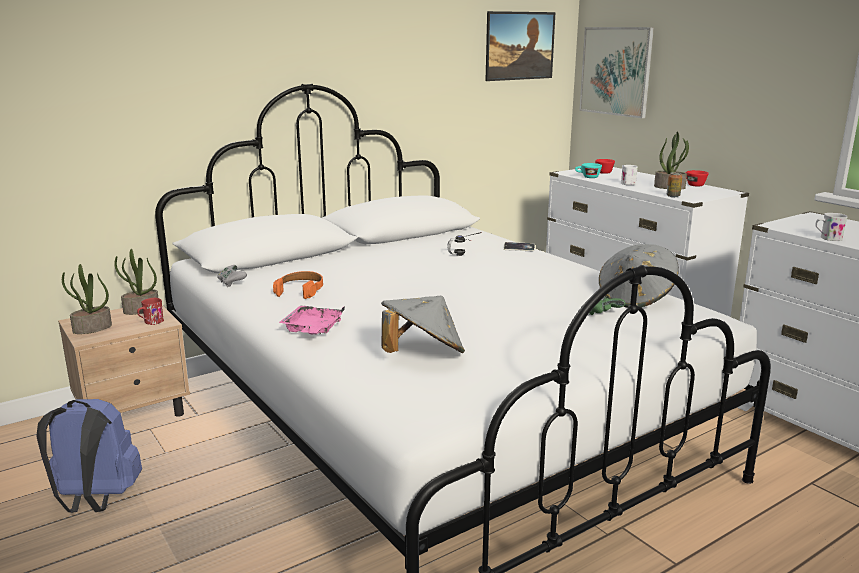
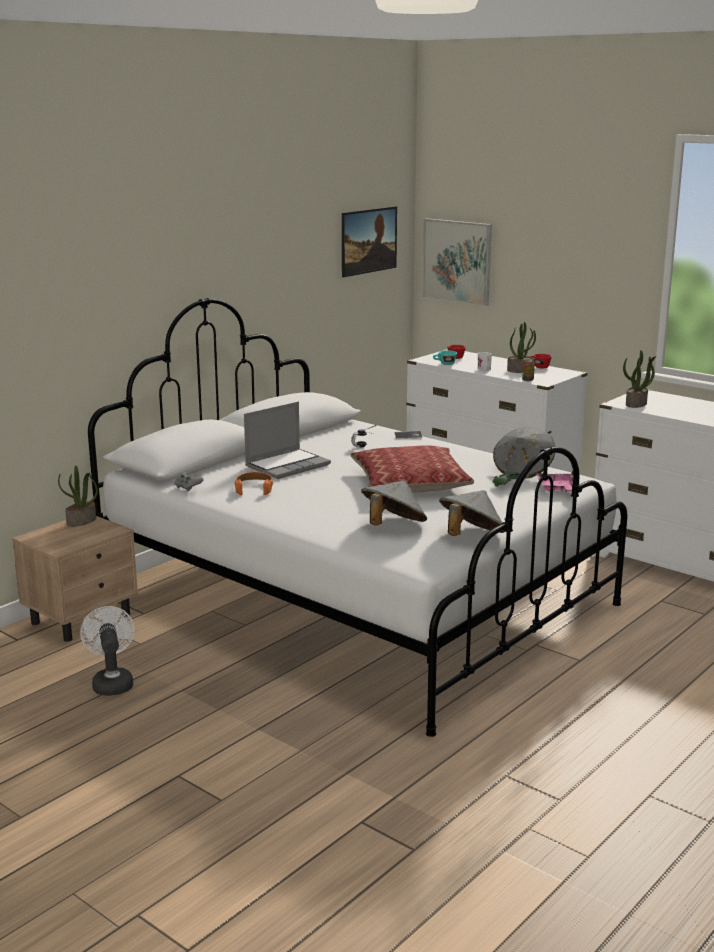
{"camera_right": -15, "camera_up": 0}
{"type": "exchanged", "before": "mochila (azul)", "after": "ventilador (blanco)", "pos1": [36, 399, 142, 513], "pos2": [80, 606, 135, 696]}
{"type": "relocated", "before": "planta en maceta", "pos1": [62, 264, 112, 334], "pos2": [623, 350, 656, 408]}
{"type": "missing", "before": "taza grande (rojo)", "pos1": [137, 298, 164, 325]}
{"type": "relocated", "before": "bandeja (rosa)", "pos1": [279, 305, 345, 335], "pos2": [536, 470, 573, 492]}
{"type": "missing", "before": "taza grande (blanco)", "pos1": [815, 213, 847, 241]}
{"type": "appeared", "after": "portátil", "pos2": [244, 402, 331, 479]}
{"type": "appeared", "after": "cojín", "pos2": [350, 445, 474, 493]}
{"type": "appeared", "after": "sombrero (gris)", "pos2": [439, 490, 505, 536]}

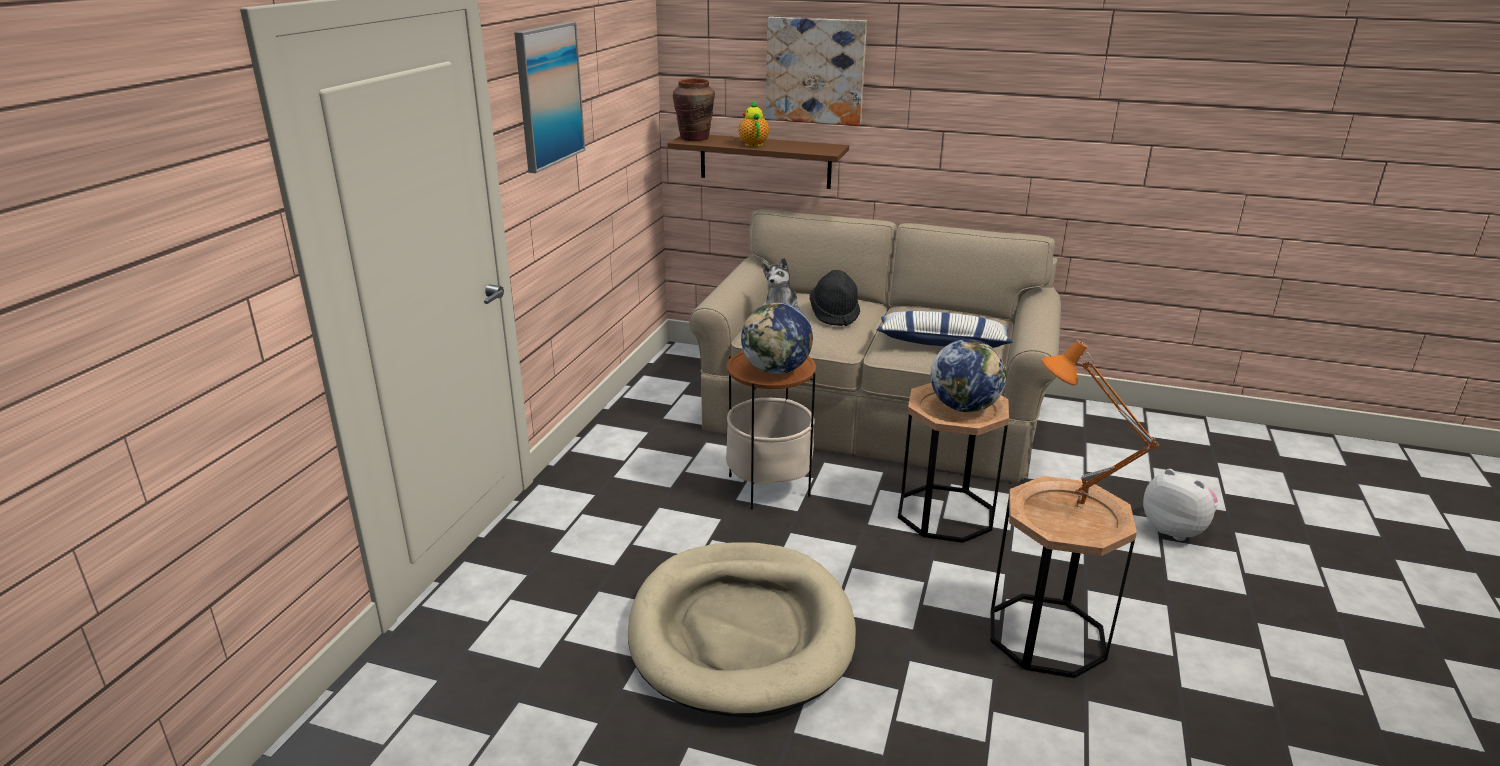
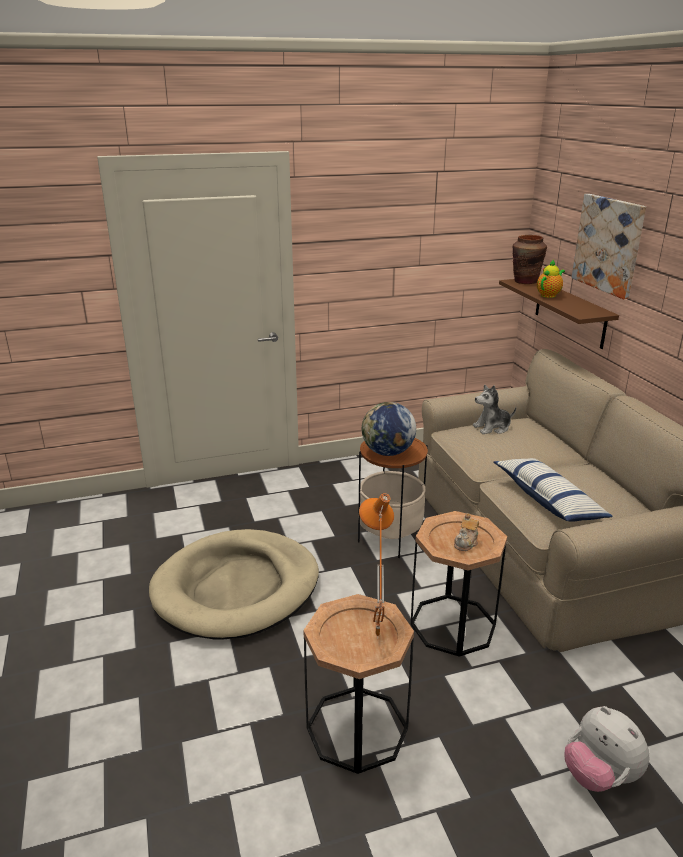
{"camera_right": 55, "camera_up": 0}
{"type": "missing", "before": "cuadro", "pos1": [514, 22, 585, 173]}
{"type": "missing", "before": "sombrero (negro)", "pos1": [809, 270, 860, 326]}
{"type": "exchanged", "before": "globo terráqueo", "after": "tetera", "pos1": [931, 339, 1006, 412], "pos2": [454, 513, 479, 551]}
{"type": "spun", "before": "peluche", "pos1": [1143, 469, 1218, 541], "pos2": [564, 706, 650, 792], "turn": 135}

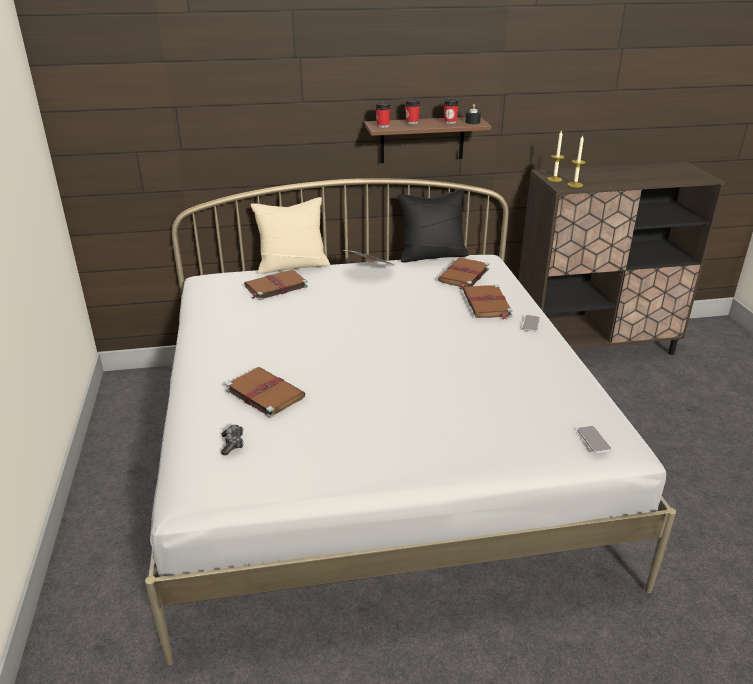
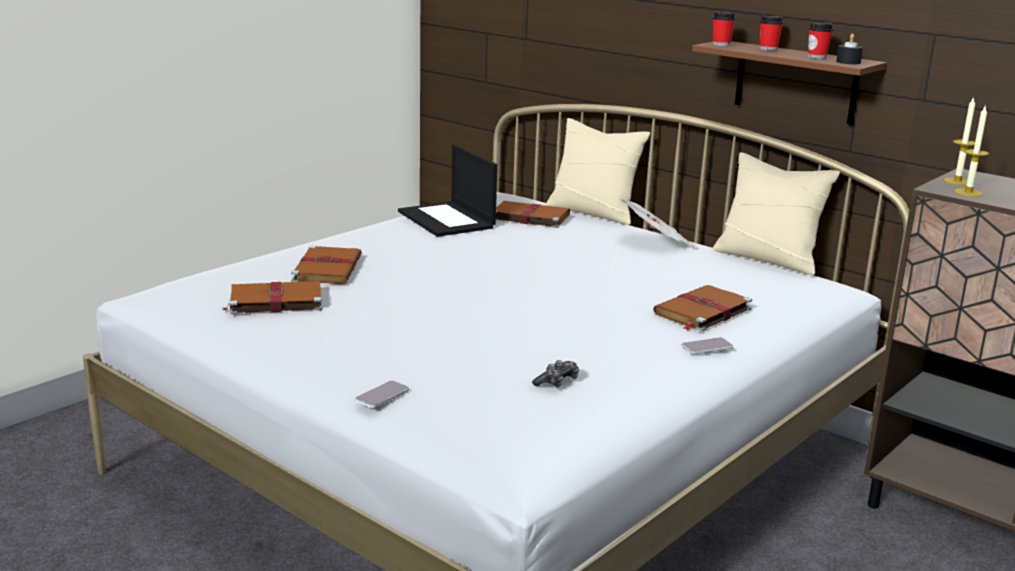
{"camera_right": 50, "camera_up": -10}
{"type": "relocated", "before": "mando de consola", "pos1": [221, 425, 243, 455], "pos2": [532, 360, 579, 388]}
{"type": "colour", "before": "cojín (negro)", "after": "cojín (beis)", "pos1": [398, 189, 469, 262], "pos2": [713, 152, 840, 275]}
{"type": "relocated", "before": "libro (marrón)", "pos1": [438, 258, 489, 290], "pos2": [223, 281, 322, 314]}
{"type": "relocated", "before": "móvil", "pos1": [577, 426, 611, 453], "pos2": [355, 381, 409, 408]}
{"type": "appeared", "after": "portátil", "pos2": [398, 144, 497, 237]}

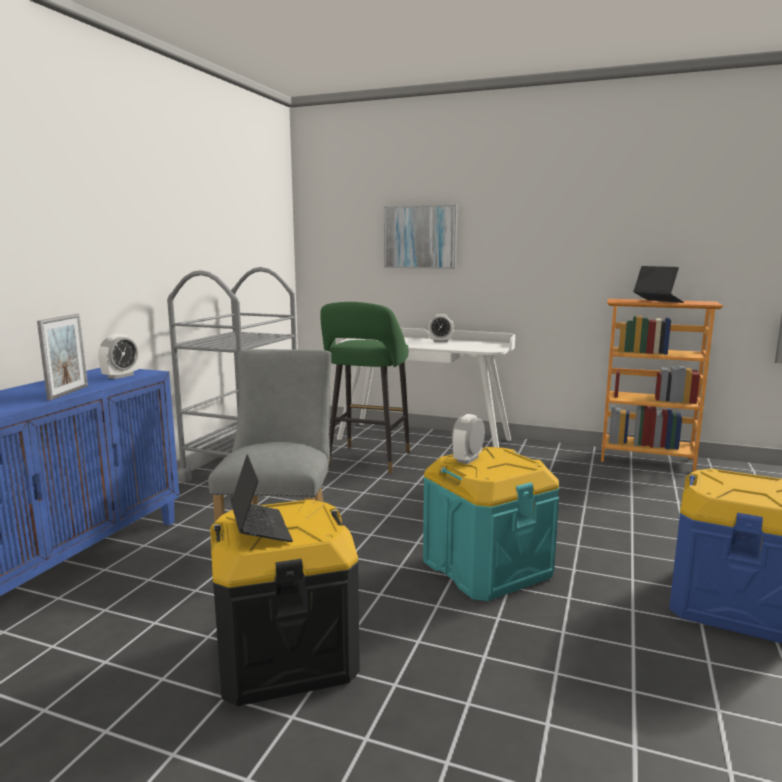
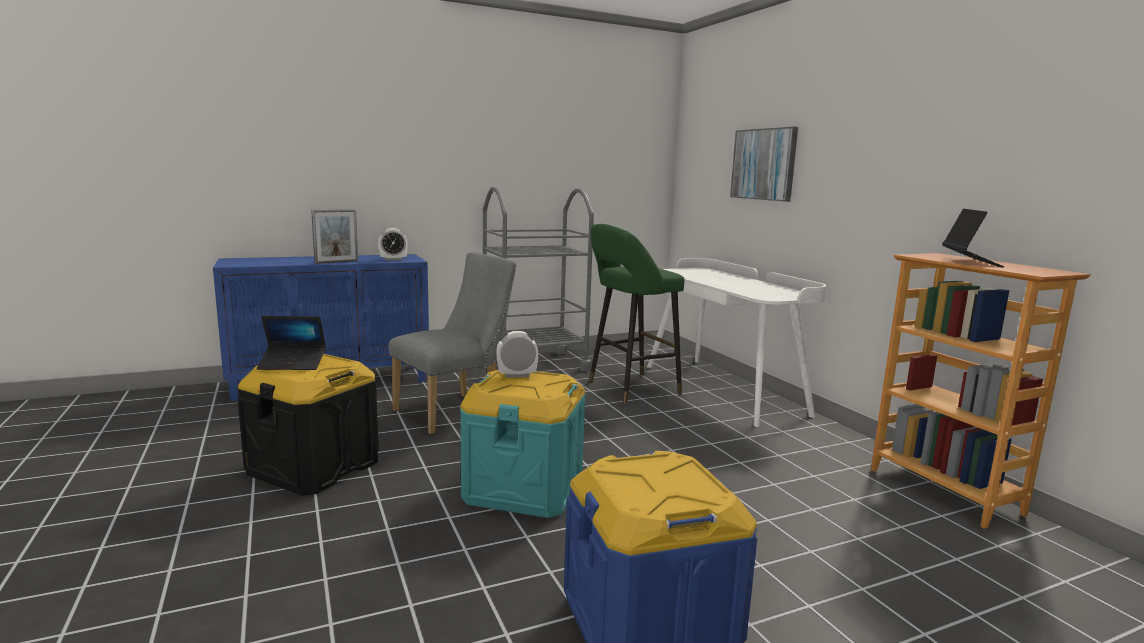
{"camera_right": 45, "camera_up": 0}
{"type": "spun", "before": "portátil", "pos1": [231, 454, 293, 542], "pos2": [257, 316, 326, 370], "turn": 60}
{"type": "missing", "before": "despertador", "pos1": [428, 314, 454, 342]}

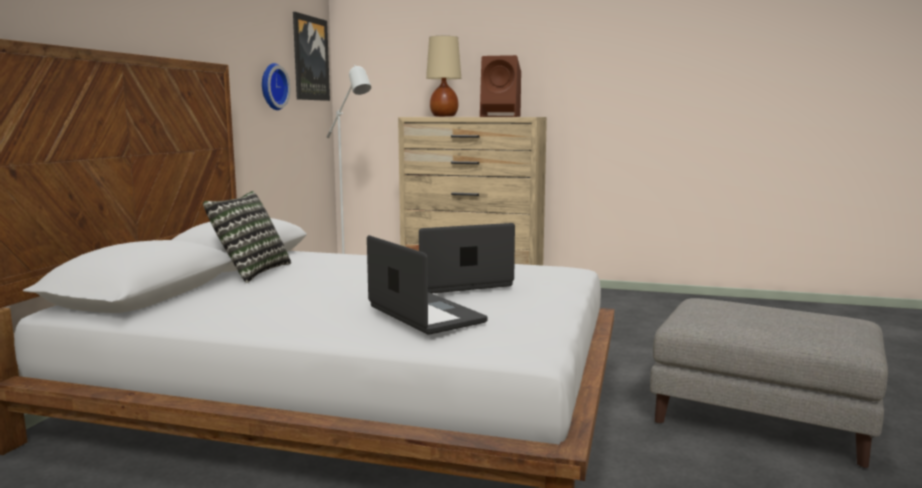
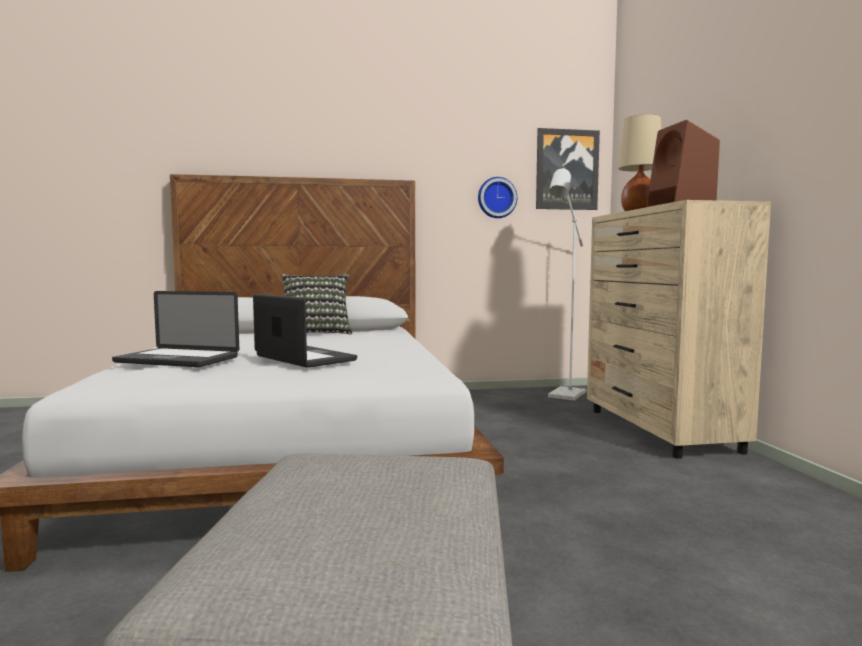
{"camera_right": 65, "camera_up": -5}
{"type": "spun", "before": "portátil", "pos1": [367, 235, 488, 335], "pos2": [112, 291, 239, 367], "turn": 75}

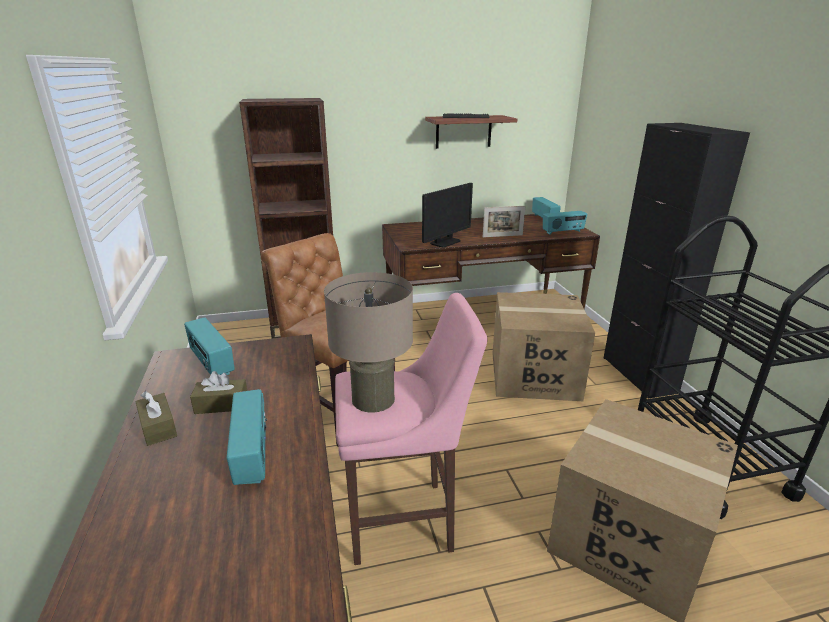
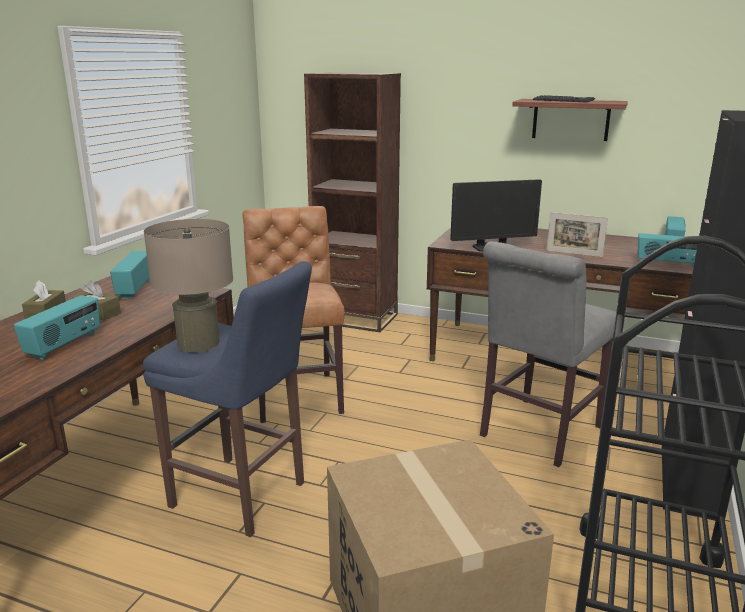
{"camera_right": 35, "camera_up": -5}
{"type": "colour", "before": "taburete (rosa)", "after": "taburete (azul)", "pos1": [335, 293, 488, 565], "pos2": [143, 261, 312, 537]}
{"type": "exchanged", "before": "caja de cartón", "after": "silla (gris)", "pos1": [492, 292, 595, 401], "pos2": [480, 241, 617, 467]}

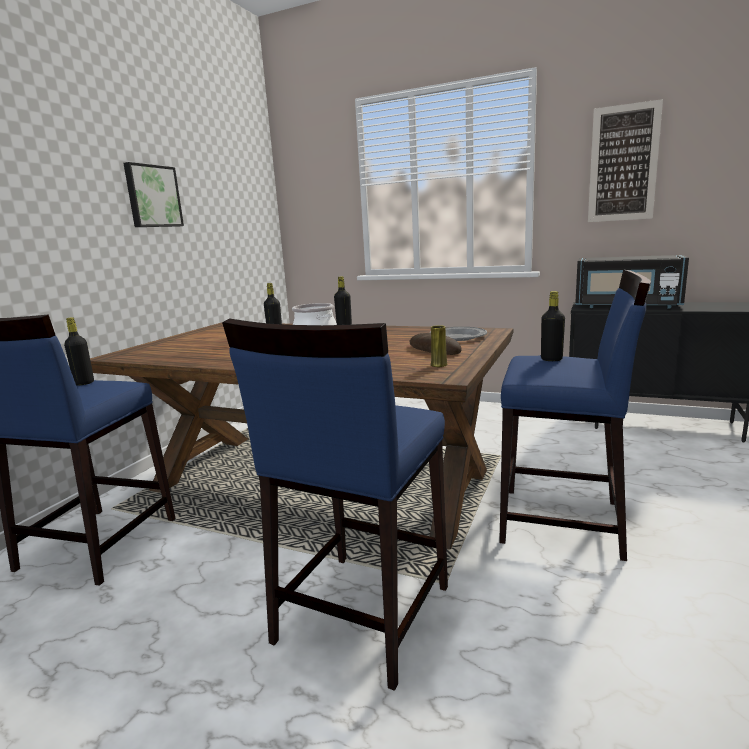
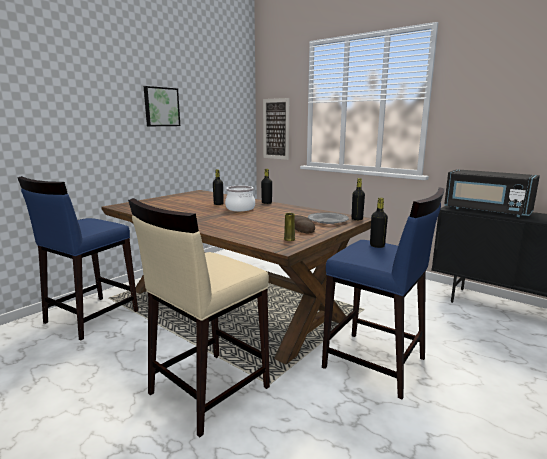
{"camera_right": 15, "camera_up": 0}
{"type": "relocated", "before": "botella (negro)", "pos1": [64, 317, 94, 385], "pos2": [352, 178, 365, 220]}
{"type": "colour", "before": "taburete (azul)", "after": "taburete (beis)", "pos1": [222, 318, 448, 691], "pos2": [128, 198, 270, 438]}
{"type": "relocated", "before": "cuadro", "pos1": [588, 99, 663, 222], "pos2": [263, 98, 289, 160]}

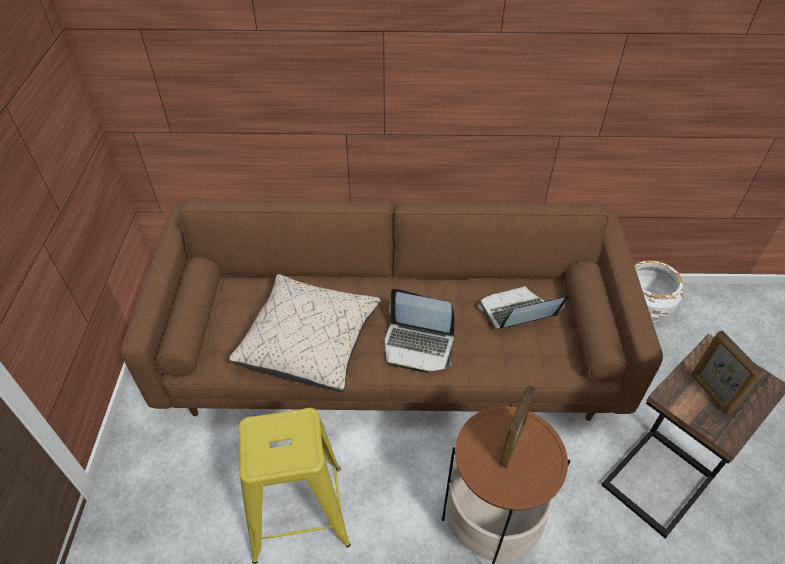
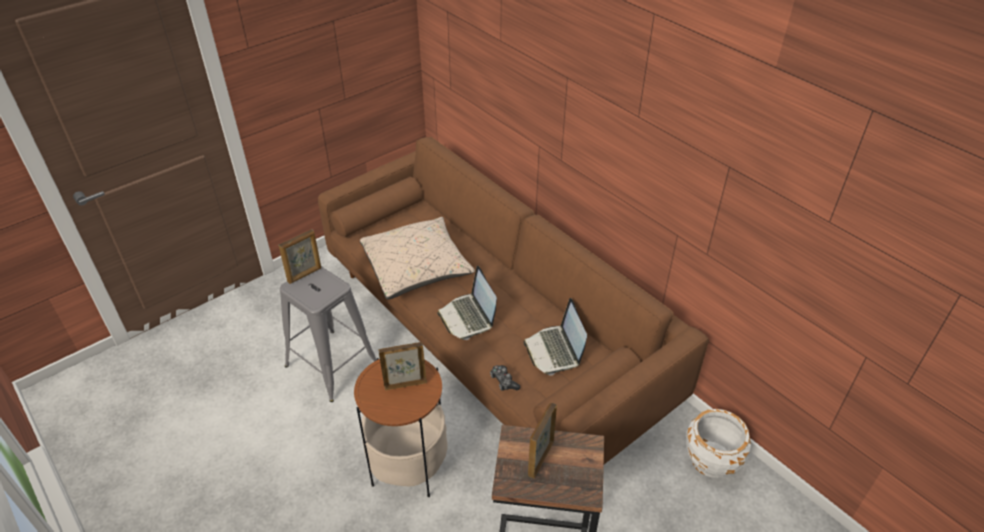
{"camera_right": 50, "camera_up": -5}
{"type": "colour", "before": "taburete (amarillo)", "after": "taburete (gris)", "pos1": [239, 408, 351, 564], "pos2": [280, 266, 377, 402]}
{"type": "spun", "before": "portátil", "pos1": [478, 286, 570, 329], "pos2": [523, 298, 587, 376], "turn": -135}
{"type": "appeared", "after": "portarretratos", "pos2": [279, 229, 321, 284]}
{"type": "appeared", "after": "mando de consola", "pos2": [490, 365, 521, 391]}

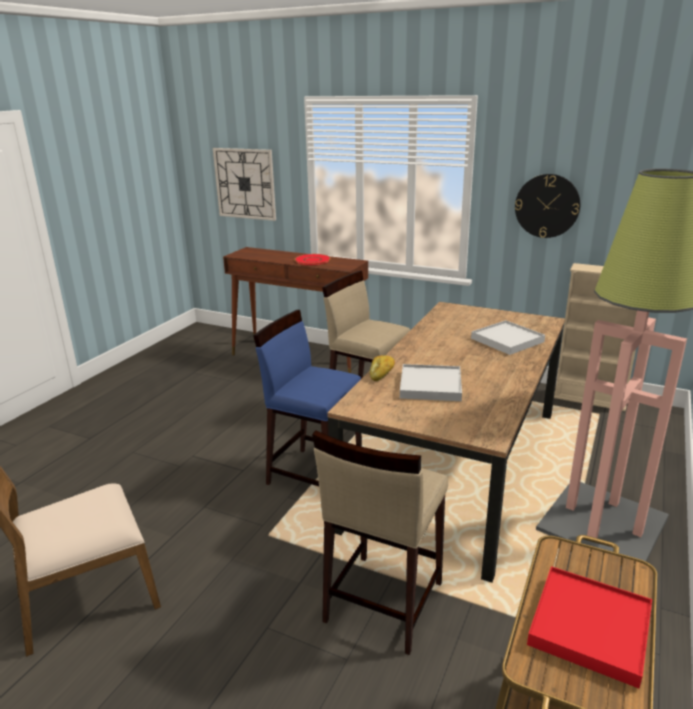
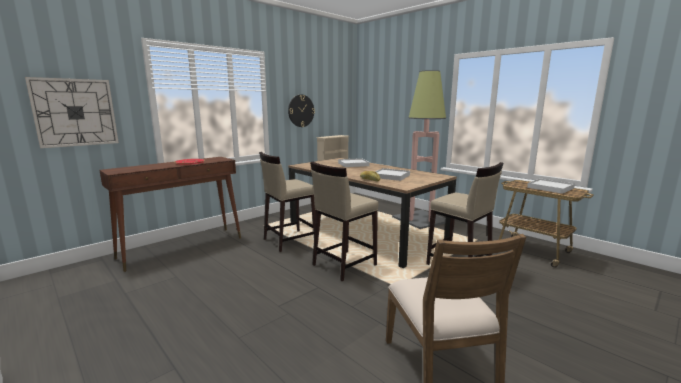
{"camera_right": -70, "camera_up": -10}
{"type": "colour", "before": "taburete (azul)", "after": "taburete (beis)", "pos1": [253, 310, 362, 486], "pos2": [310, 161, 378, 281]}
{"type": "colour", "before": "bandeja (rojo)", "after": "bandeja (blanco)", "pos1": [527, 566, 652, 688], "pos2": [527, 179, 575, 194]}

